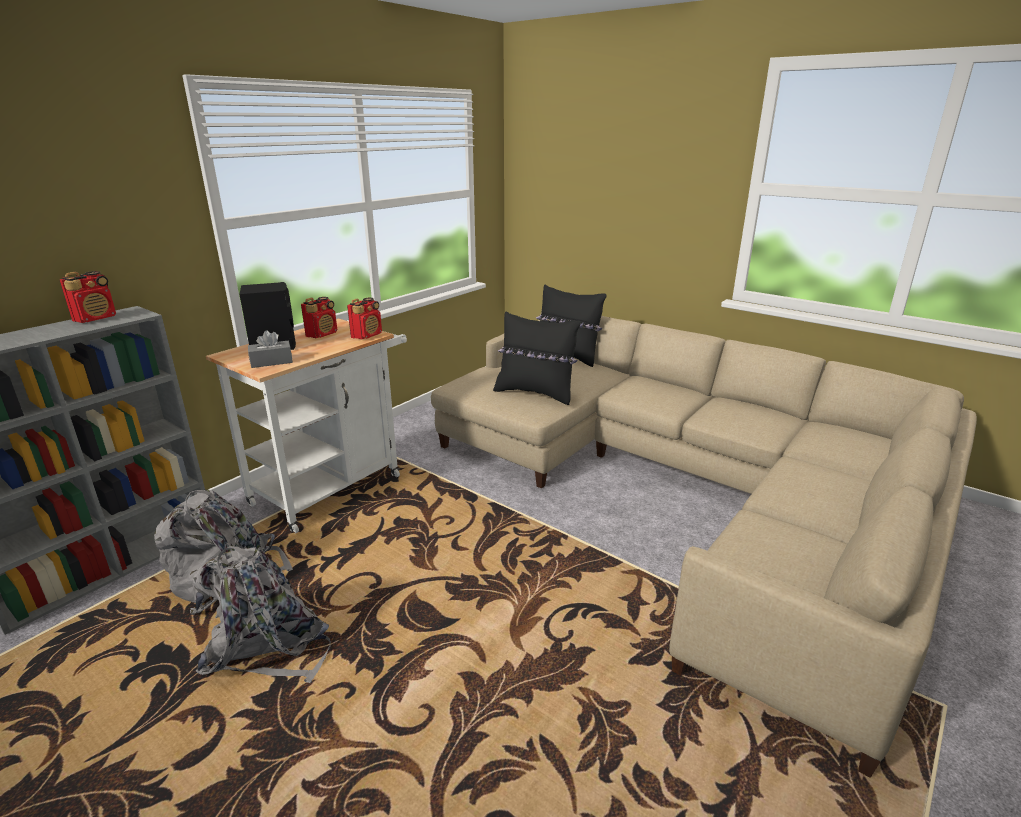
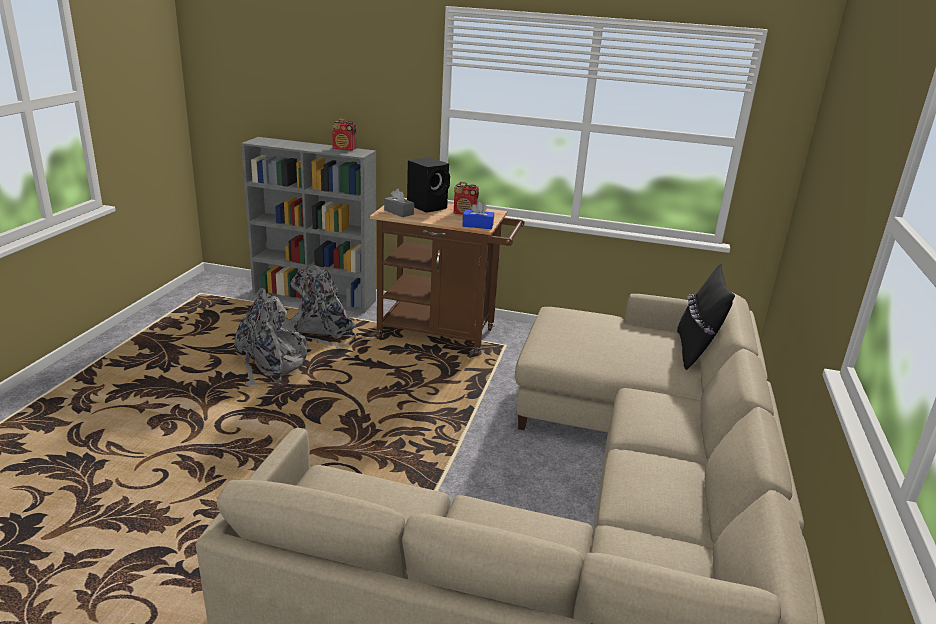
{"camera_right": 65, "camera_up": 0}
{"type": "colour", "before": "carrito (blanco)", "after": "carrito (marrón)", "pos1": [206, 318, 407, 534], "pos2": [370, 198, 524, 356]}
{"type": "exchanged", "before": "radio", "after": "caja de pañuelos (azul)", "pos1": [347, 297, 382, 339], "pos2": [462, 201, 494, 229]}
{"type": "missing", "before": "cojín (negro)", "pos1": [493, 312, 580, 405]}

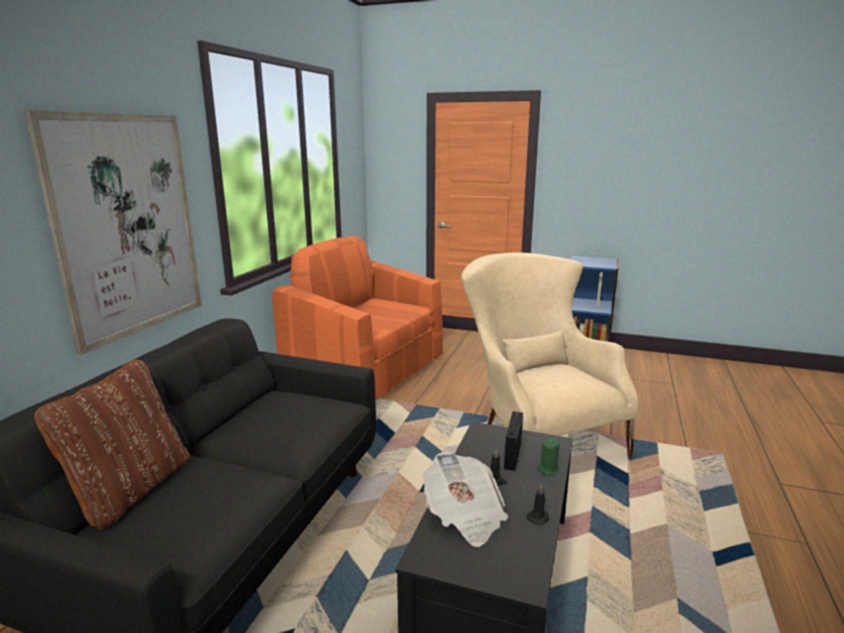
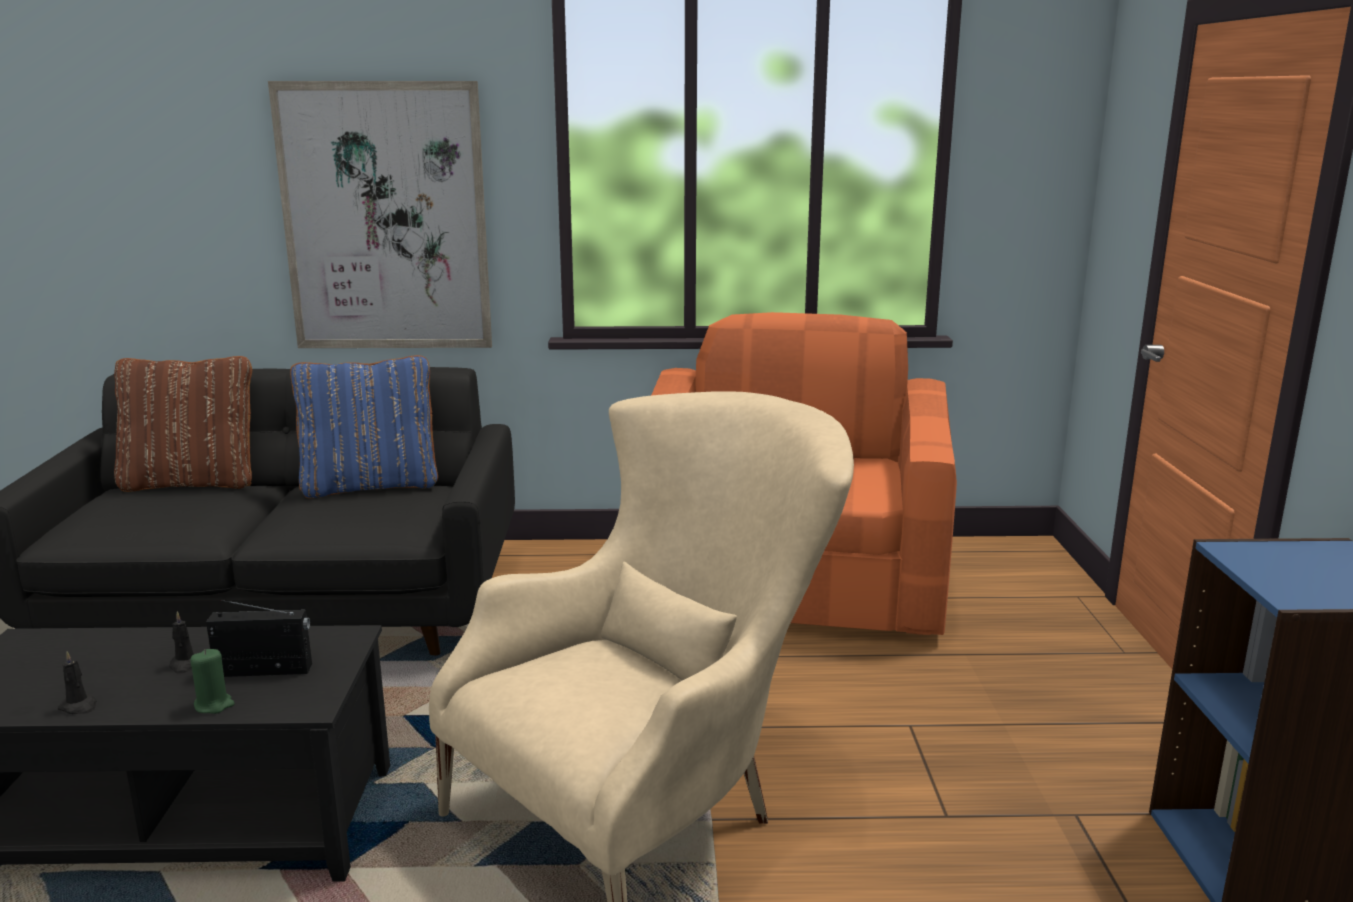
{"camera_right": 70, "camera_up": 0}
{"type": "missing", "before": "periódico", "pos1": [422, 451, 508, 547]}
{"type": "appeared", "after": "cojín (azul)", "pos2": [290, 355, 438, 499]}

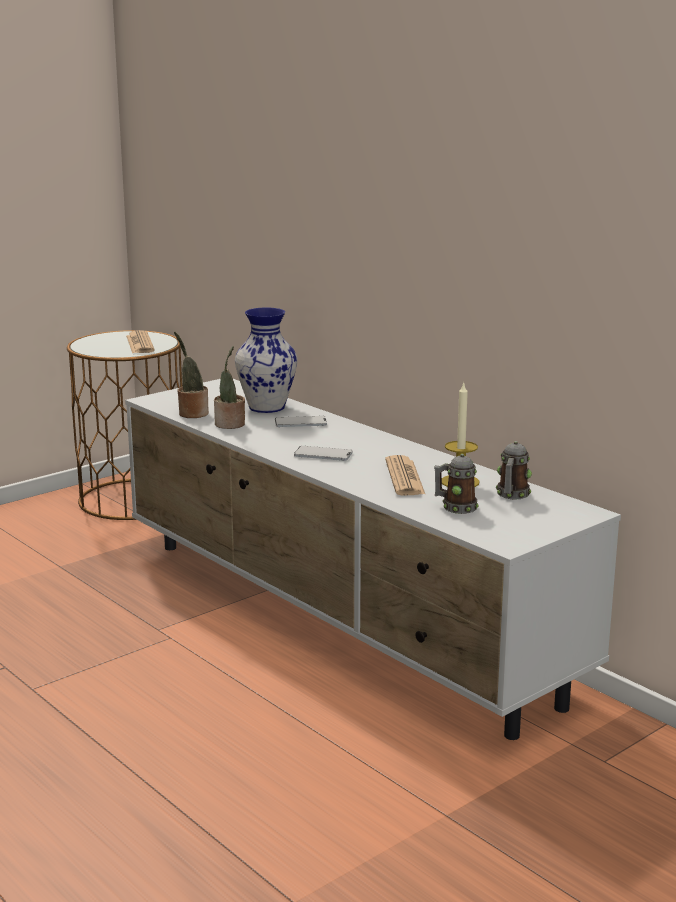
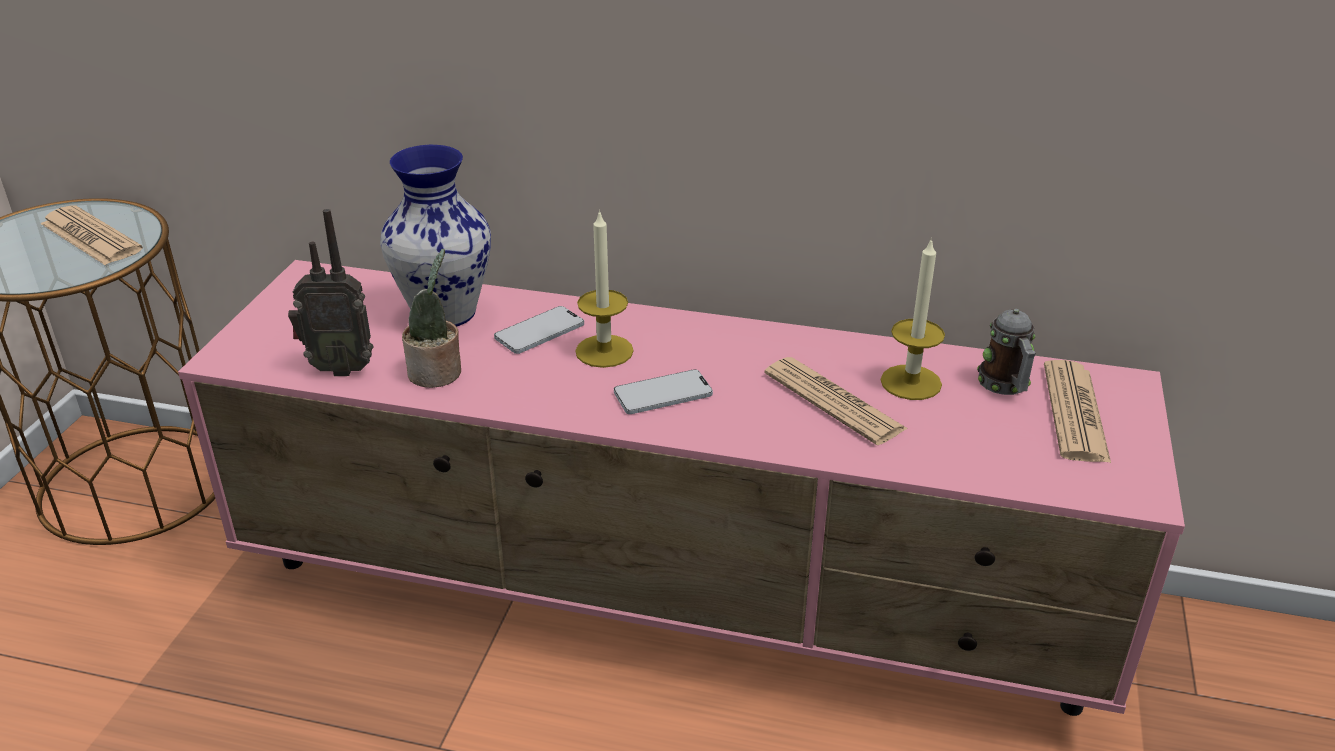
{"camera_right": -35, "camera_up": 15}
{"type": "colour", "before": "mueble de televisión (blanco)", "after": "mueble de televisión (rosa)", "pos1": [125, 379, 621, 740], "pos2": [178, 260, 1185, 716]}
{"type": "exchanged", "before": "planta en maceta", "after": "radio", "pos1": [174, 332, 209, 418], "pos2": [288, 209, 374, 376]}
{"type": "missing", "before": "taza grande", "pos1": [434, 454, 479, 514]}
{"type": "appeared", "after": "vela", "pos2": [575, 210, 634, 368]}
{"type": "appeared", "after": "periódico", "pos2": [1044, 360, 1111, 463]}

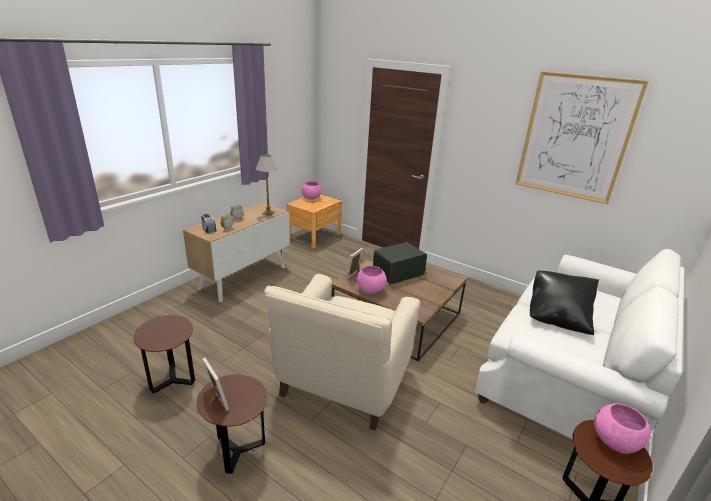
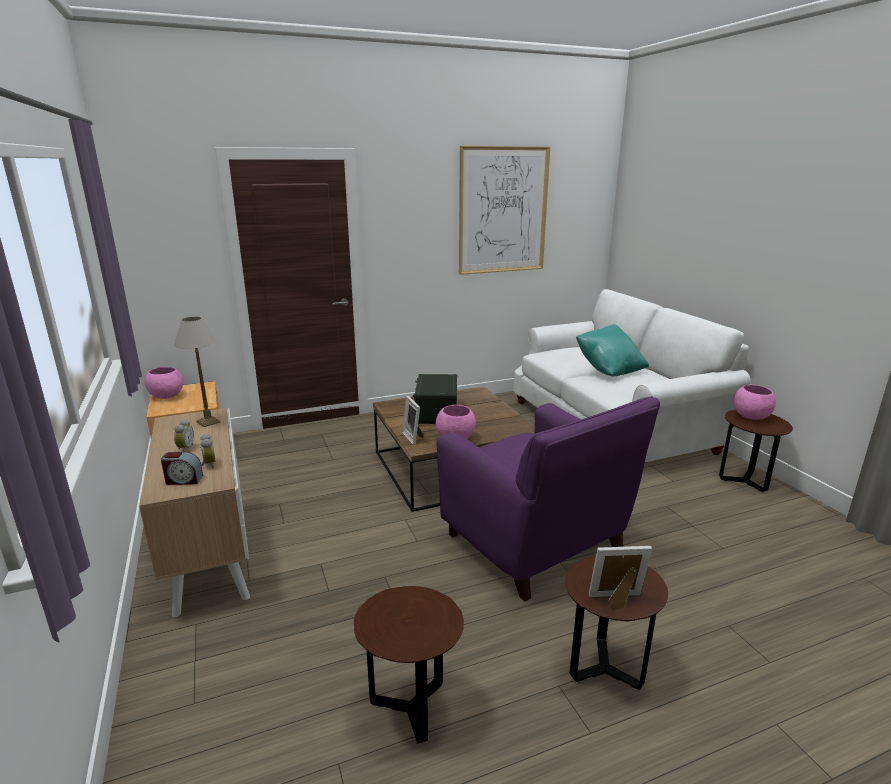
{"camera_right": -55, "camera_up": -5}
{"type": "colour", "before": "sillón (beis)", "after": "sillón (morado)", "pos1": [264, 274, 420, 431], "pos2": [437, 396, 660, 602]}
{"type": "colour", "before": "cojín (negro)", "after": "cojín (turquesa)", "pos1": [530, 270, 599, 335], "pos2": [576, 324, 649, 377]}

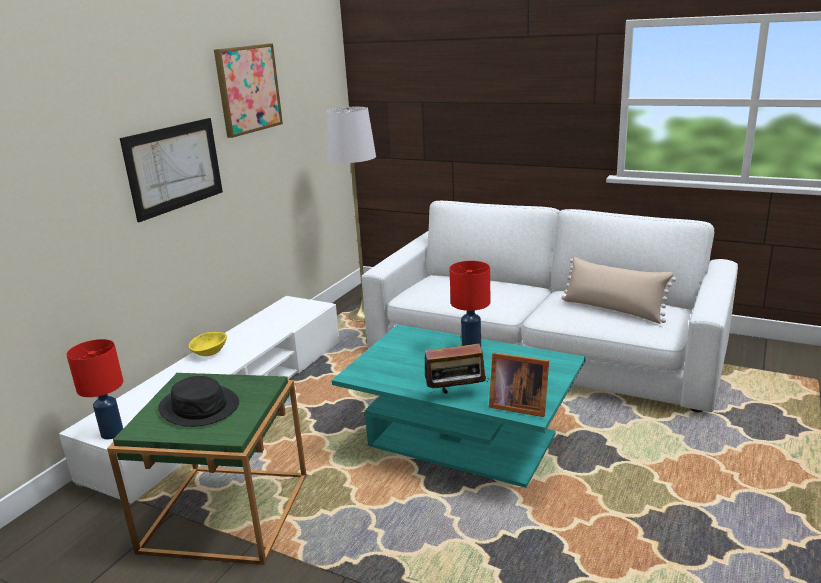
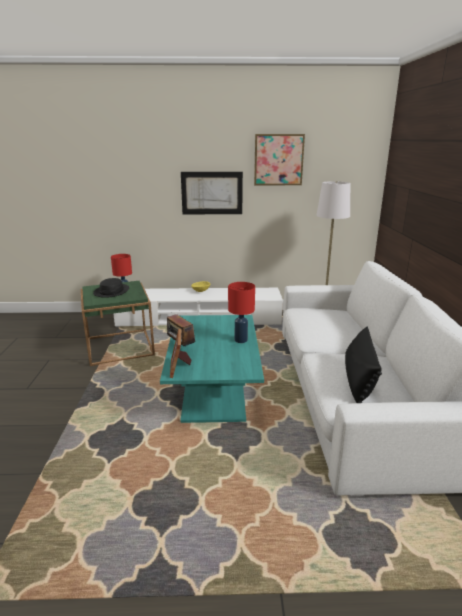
{"camera_right": 60, "camera_up": 0}
{"type": "colour", "before": "cojín (beis)", "after": "cojín (negro)", "pos1": [561, 256, 676, 324], "pos2": [345, 326, 382, 403]}

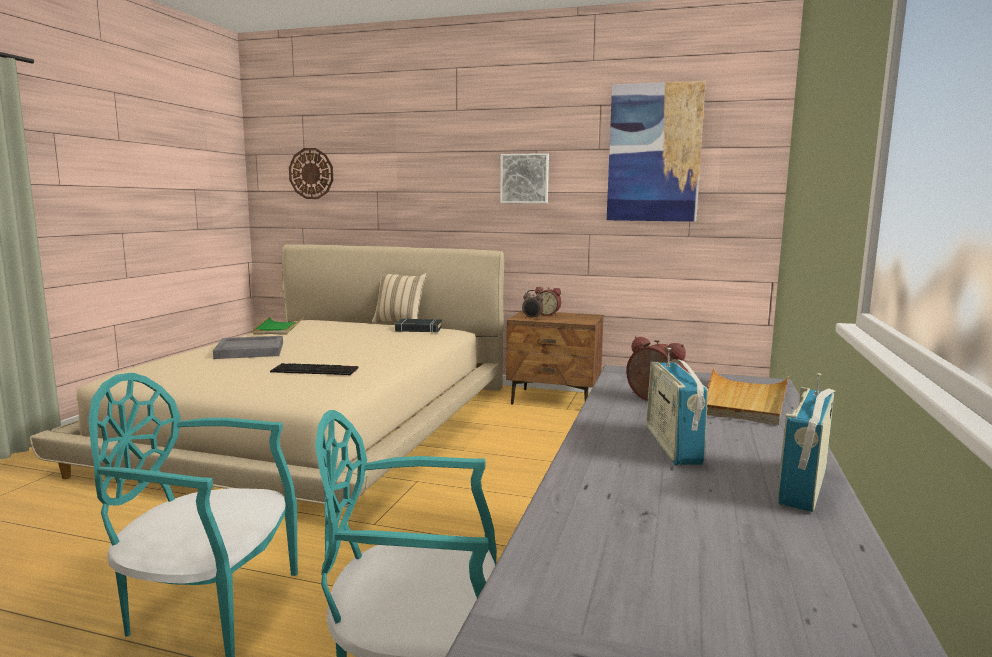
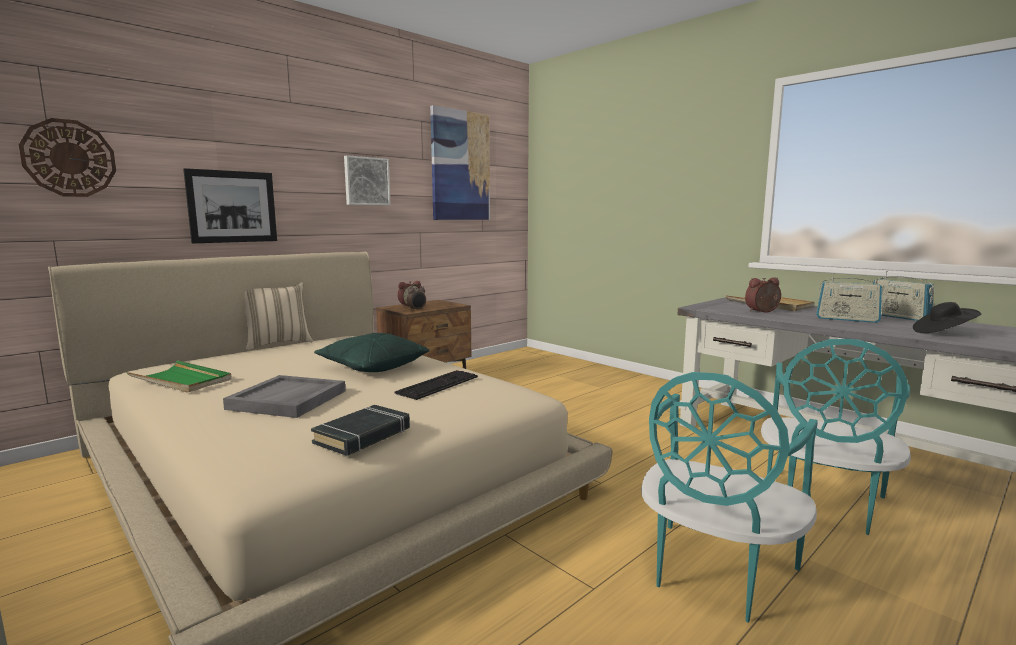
{"camera_right": -60, "camera_up": 0}
{"type": "relocated", "before": "libro (negro)", "pos1": [395, 319, 442, 333], "pos2": [311, 405, 410, 456]}
{"type": "appeared", "after": "cuadro", "pos2": [183, 168, 277, 243]}
{"type": "appeared", "after": "cojín (verde)", "pos2": [314, 333, 430, 372]}
{"type": "appeared", "after": "sombrero (negro)", "pos2": [913, 302, 981, 333]}

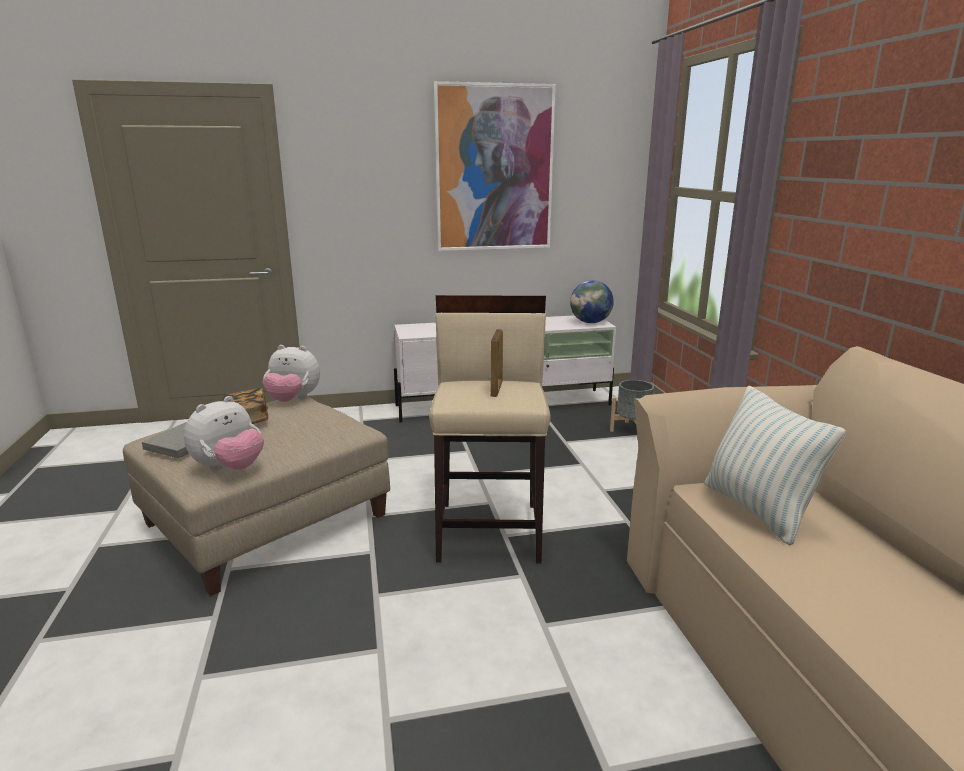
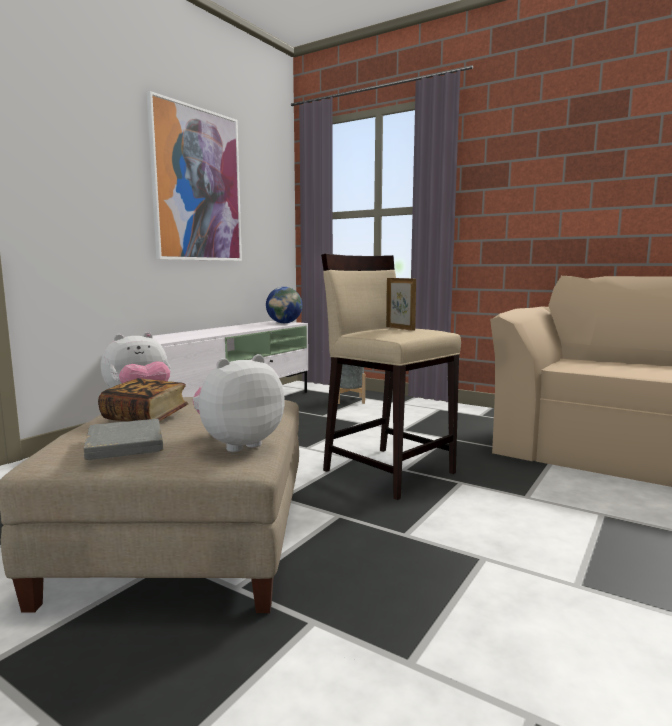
{"camera_right": -45, "camera_up": -10}
{"type": "spun", "before": "peluche", "pos1": [184, 396, 264, 471], "pos2": [193, 354, 284, 452], "turn": -120}
{"type": "missing", "before": "cojín", "pos1": [704, 386, 846, 545]}

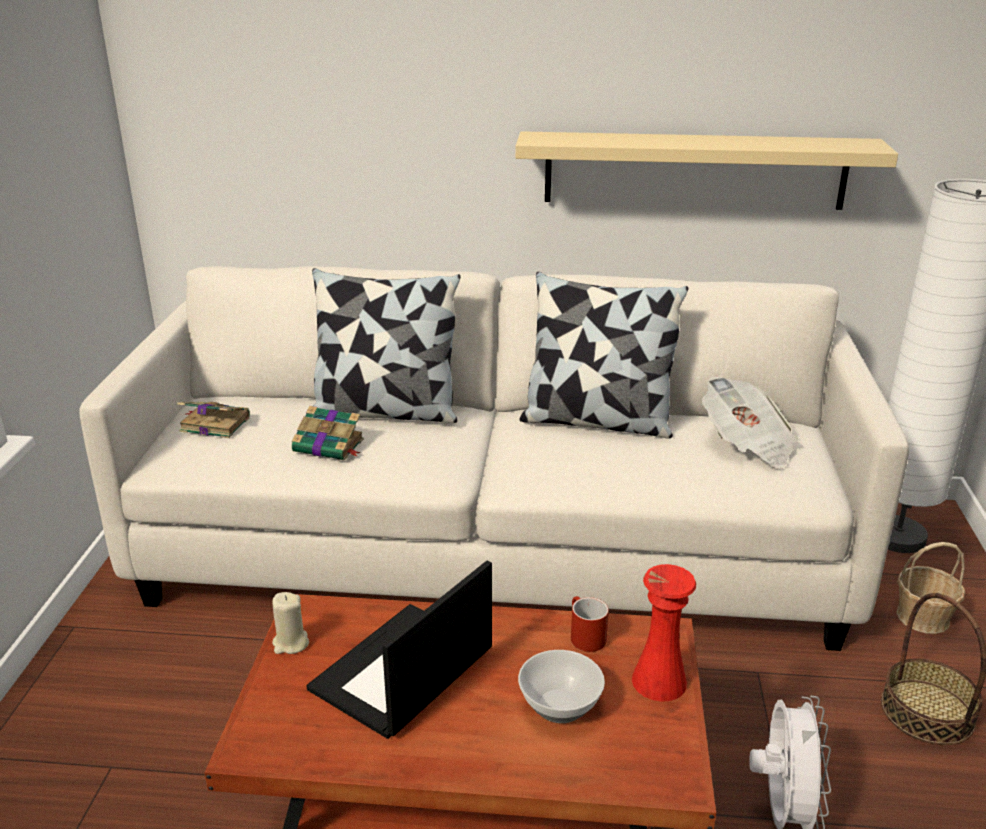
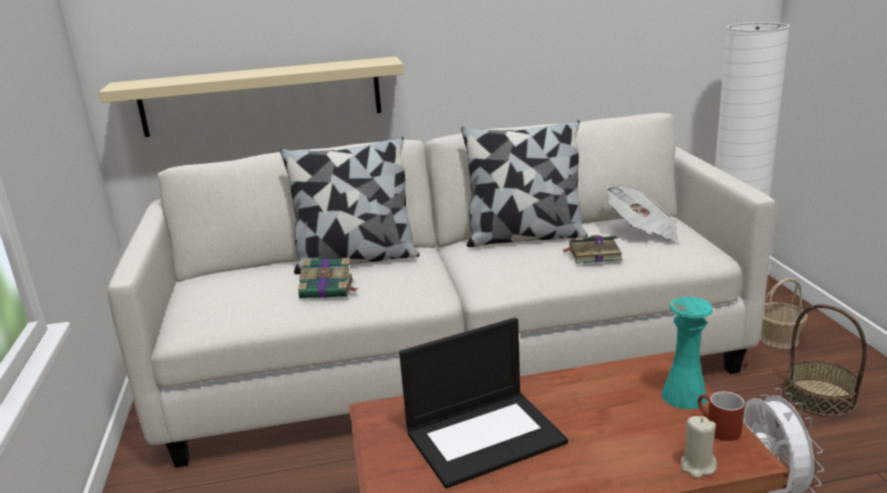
{"camera_right": -15, "camera_up": -5}
{"type": "relocated", "before": "libro", "pos1": [177, 402, 250, 438], "pos2": [562, 235, 623, 264]}
{"type": "relocated", "before": "vela (beis)", "pos1": [272, 592, 309, 654], "pos2": [681, 416, 717, 478]}
{"type": "spun", "before": "portátil", "pos1": [306, 561, 492, 739], "pos2": [399, 318, 568, 488], "turn": -135}
{"type": "relocated", "before": "estante (beis)", "pos1": [515, 131, 898, 210], "pos2": [99, 56, 404, 137]}
{"type": "missing", "before": "cuenco", "pos1": [518, 650, 605, 723]}
{"type": "relocated", "before": "taza grande (rojo)", "pos1": [571, 596, 609, 652], "pos2": [698, 391, 745, 441]}
{"type": "colour", "before": "florero (rojo)", "after": "florero (turquesa)", "pos1": [632, 564, 696, 702], "pos2": [662, 297, 713, 409]}

